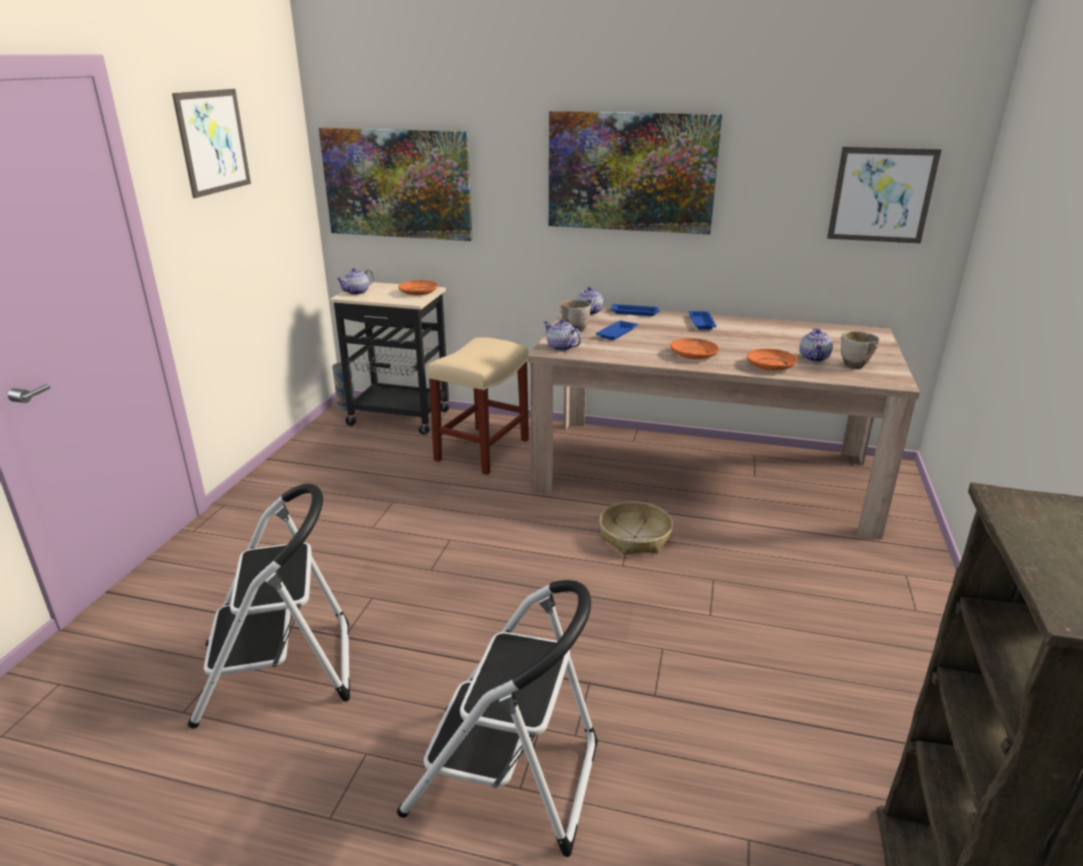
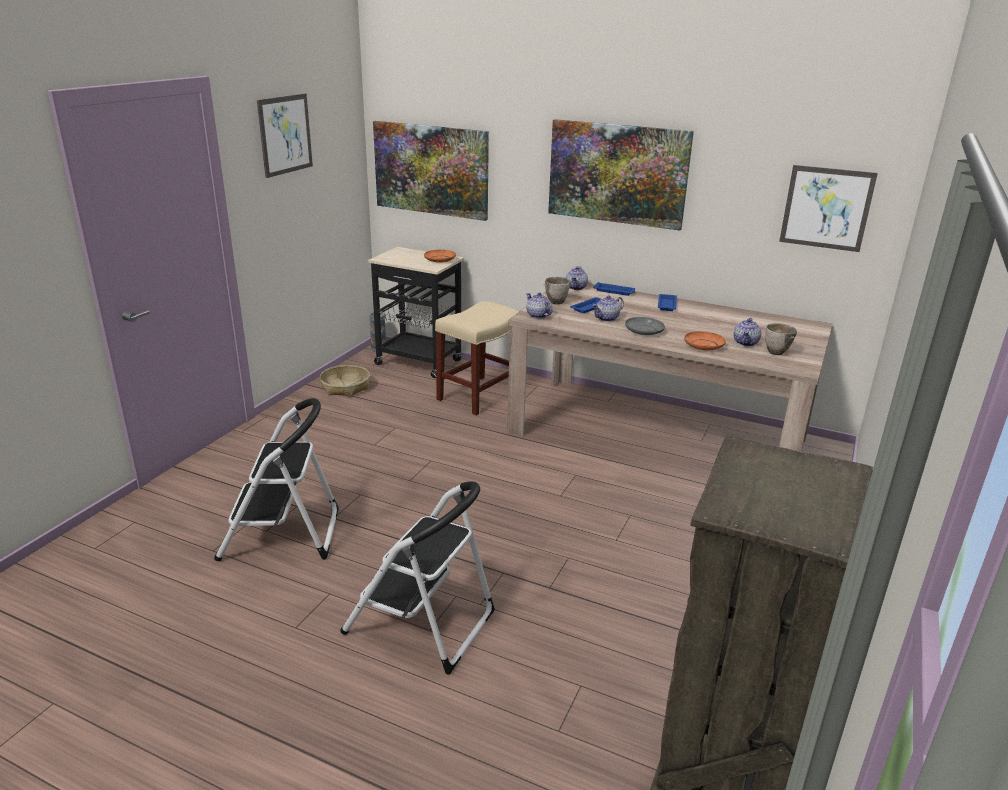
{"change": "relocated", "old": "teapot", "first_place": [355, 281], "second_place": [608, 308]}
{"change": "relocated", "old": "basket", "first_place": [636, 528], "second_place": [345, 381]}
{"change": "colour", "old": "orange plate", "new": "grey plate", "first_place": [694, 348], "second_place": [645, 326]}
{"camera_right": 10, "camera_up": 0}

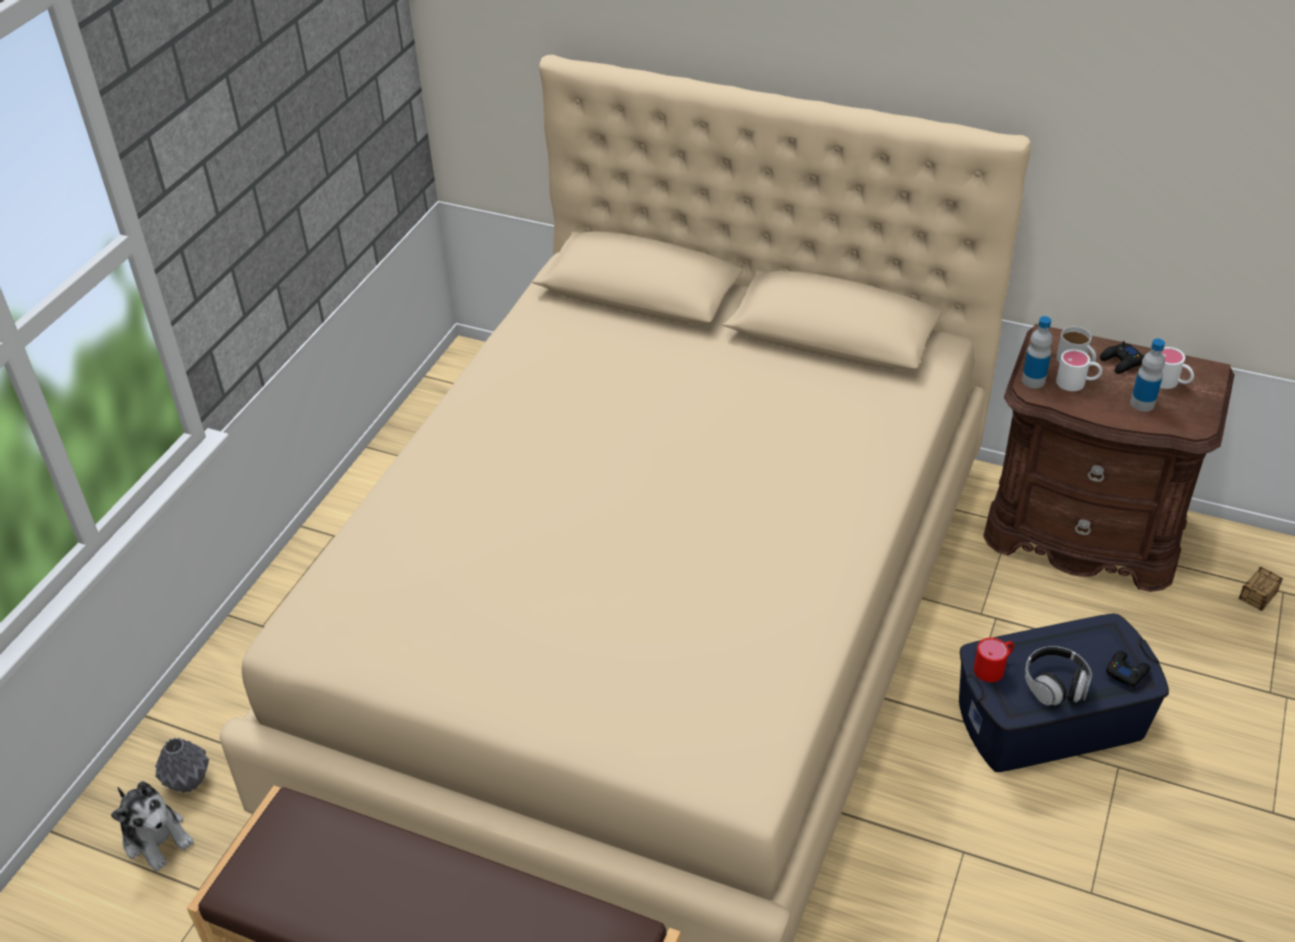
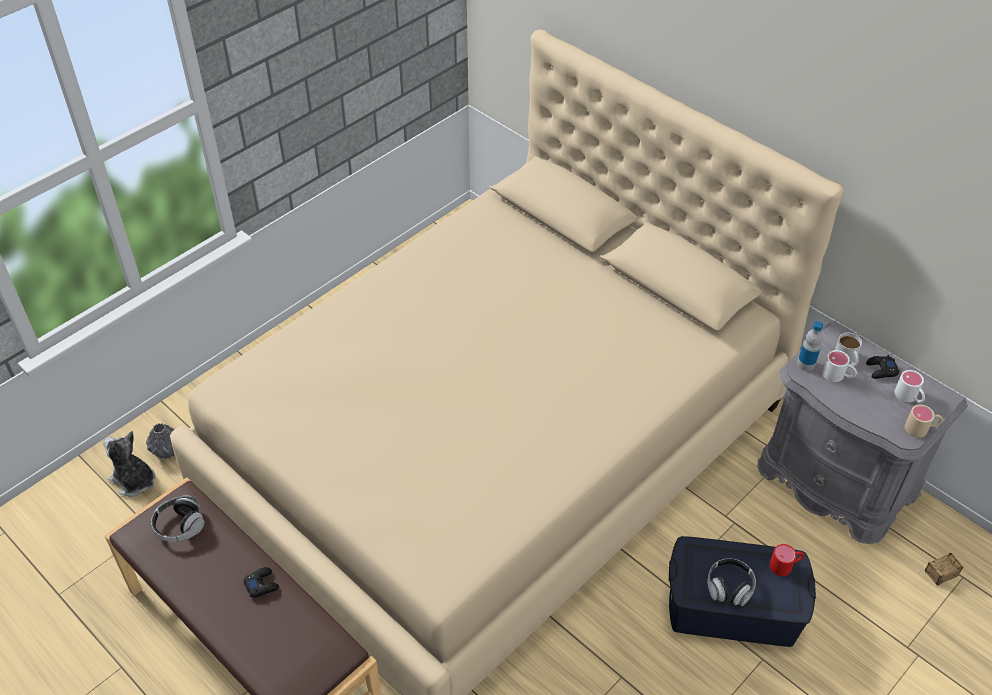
{"change": "spun", "old": "plush toy", "first_place": [152, 826], "second_place": [129, 464], "degrees": 150}
{"change": "relocated", "old": "red mug", "first_place": [993, 660], "second_place": [786, 560]}
{"change": "colour", "old": "brown nightstand", "new": "grey nightstand", "first_place": [1108, 458], "second_place": [863, 432]}
{"change": "relocated", "old": "black game controller", "first_place": [1128, 669], "second_place": [261, 582]}
{"change": "missing", "old": "bottle", "first_place": [1147, 375]}
{"change": "appeared", "new": "headphones", "second_place": [178, 518]}
{"change": "appeared", "new": "beige mug", "second_place": [924, 421]}
{"camera_right": 20, "camera_up": 5}

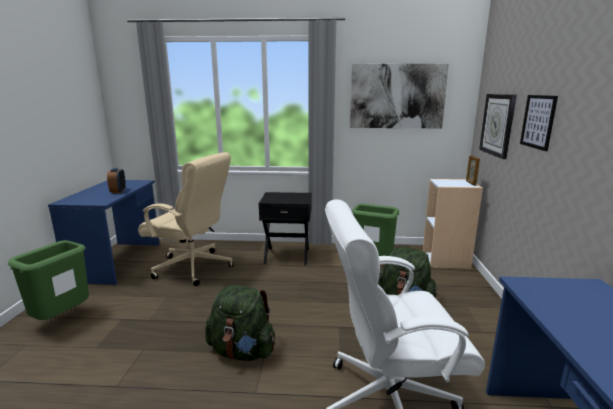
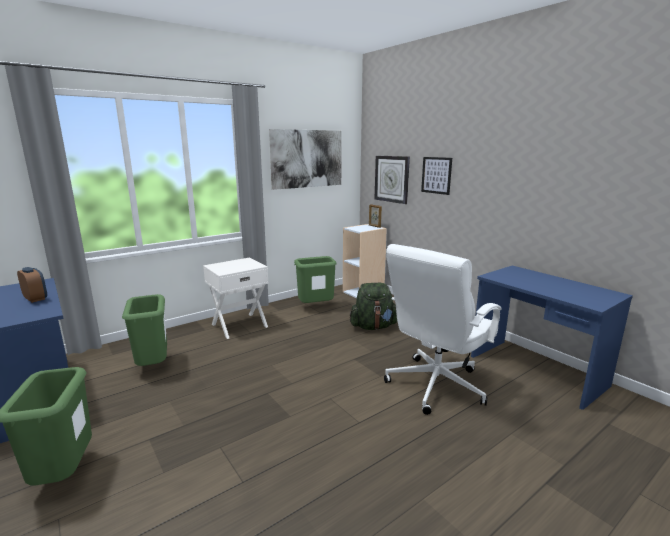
{"change": "exchanged", "old": "beige office chair", "new": "green trash can", "first_place": [186, 219], "second_place": [144, 330]}
{"change": "missing", "old": "green backpack", "first_place": [240, 323]}
{"change": "colour", "old": "black nightstand", "new": "white nightstand", "first_place": [285, 228], "second_place": [236, 298]}
{"camera_right": -40, "camera_up": 0}

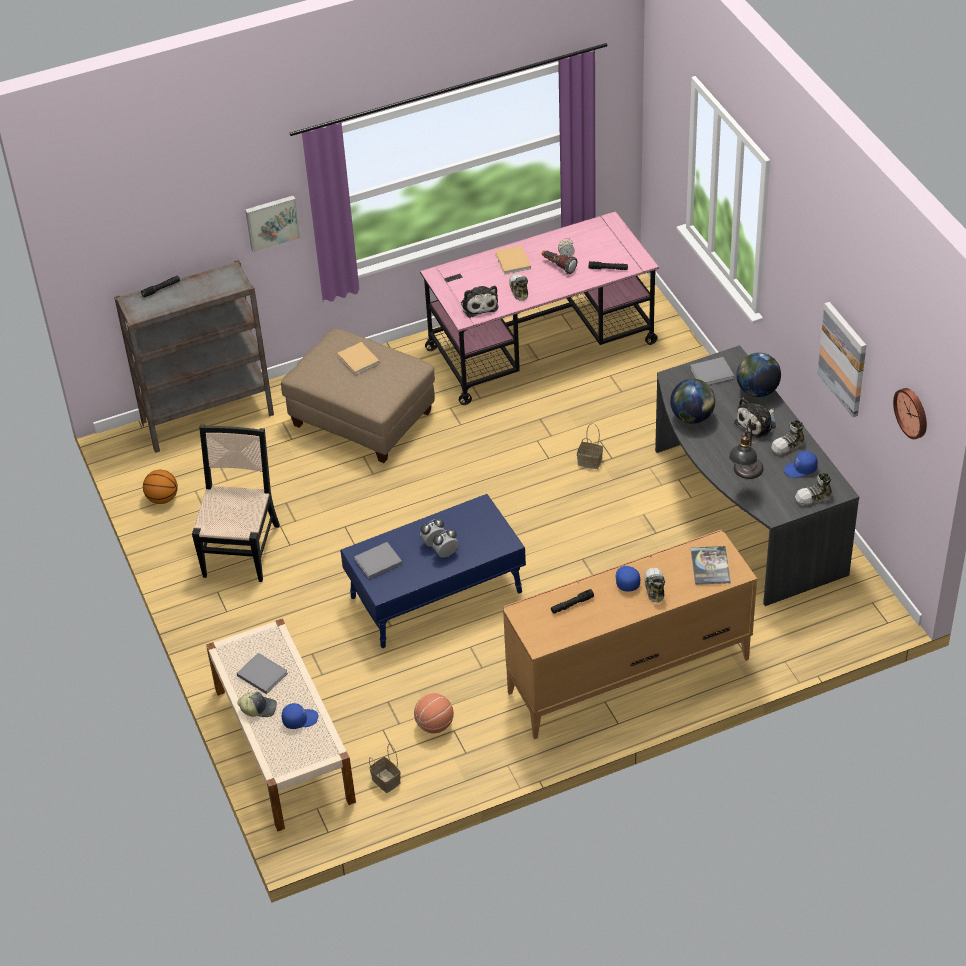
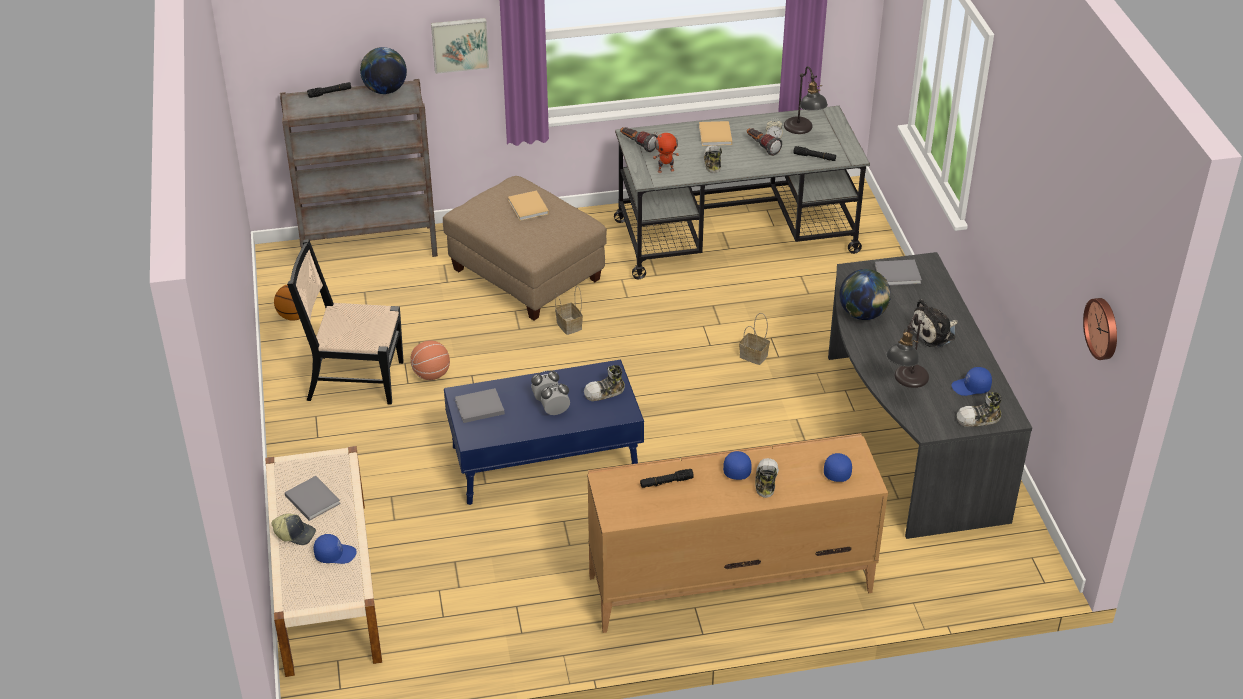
{"change": "spun", "old": "chair", "first_place": [236, 503], "second_place": [345, 322], "degrees": -105}
{"change": "relocated", "old": "basket", "first_place": [385, 768], "second_place": [569, 310]}
{"change": "relocated", "old": "basketball", "first_place": [434, 713], "second_place": [430, 360]}
{"change": "colour", "old": "pink desk", "new": "grey desk", "first_place": [539, 308], "second_place": [742, 192]}
{"change": "exchanged", "old": "plush toy", "new": "toy robot", "first_place": [480, 302], "second_place": [666, 153]}
{"change": "exchanged", "old": "book", "new": "blue cap", "first_place": [711, 565], "second_place": [838, 467]}
{"change": "relocated", "old": "globe", "first_place": [758, 375], "second_place": [383, 70]}
{"change": "relocated", "old": "shoe", "first_place": [787, 438], "second_place": [604, 383]}
{"change": "missing", "old": "picture", "first_place": [841, 359]}
{"change": "appeared", "new": "flashlight", "second_place": [639, 139]}
{"change": "appeared", "new": "grey table lamp", "second_place": [806, 100]}
{"camera_right": 10, "camera_up": -5}

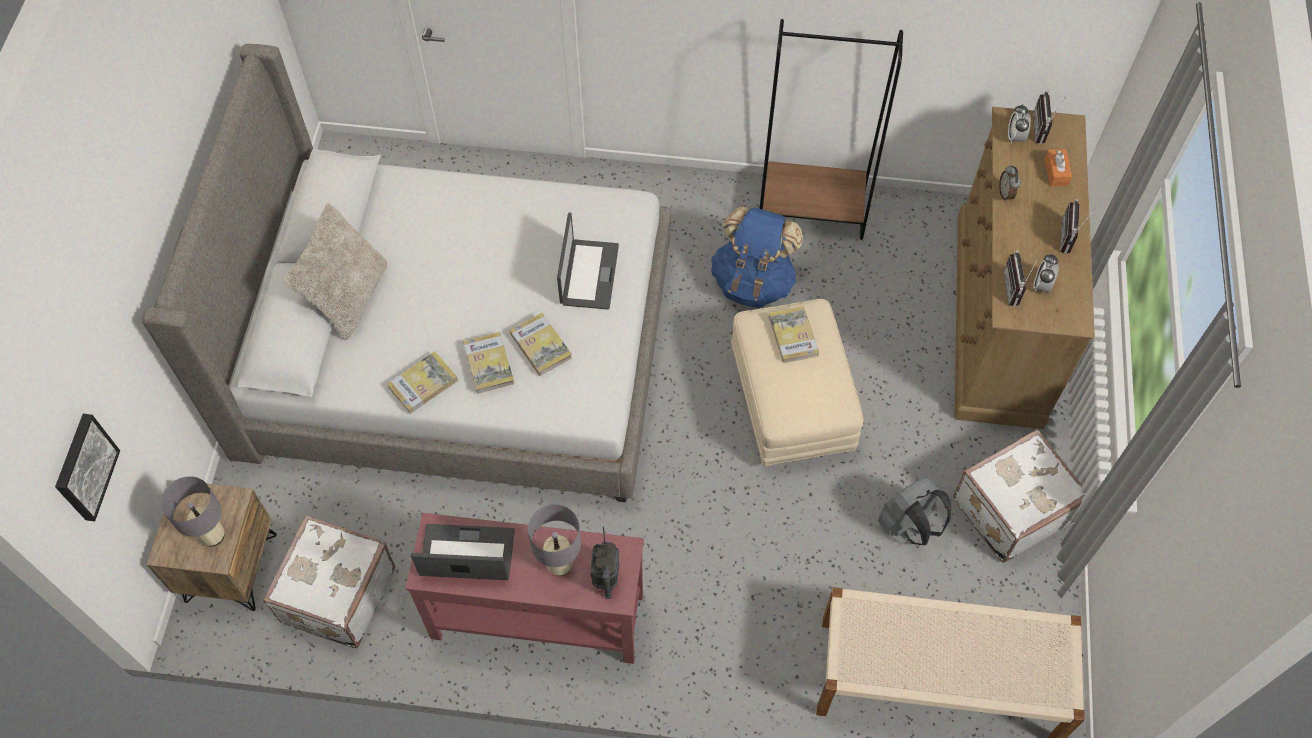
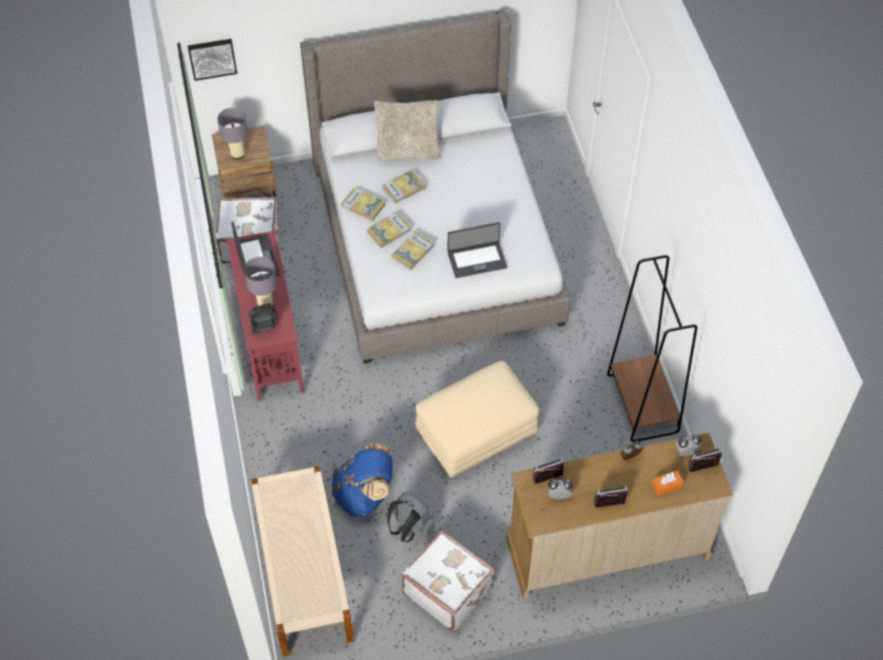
{"change": "relocated", "old": "blue backpack", "first_place": [757, 257], "second_place": [362, 480]}
{"change": "relocated", "old": "book", "first_place": [793, 334], "second_place": [404, 187]}
{"camera_right": 70, "camera_up": -5}

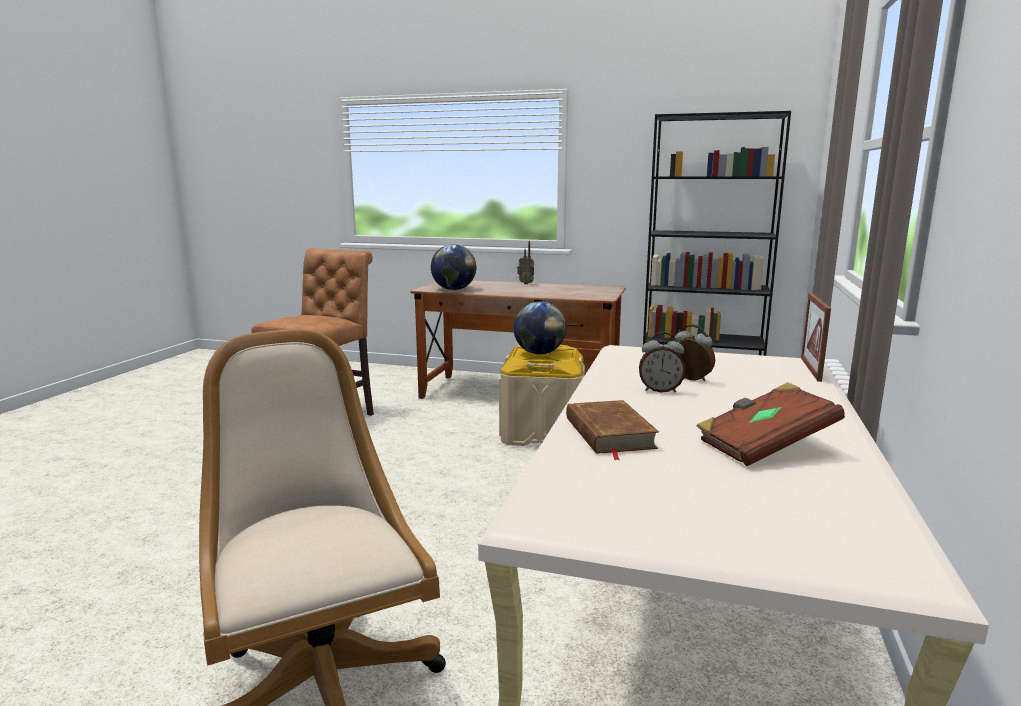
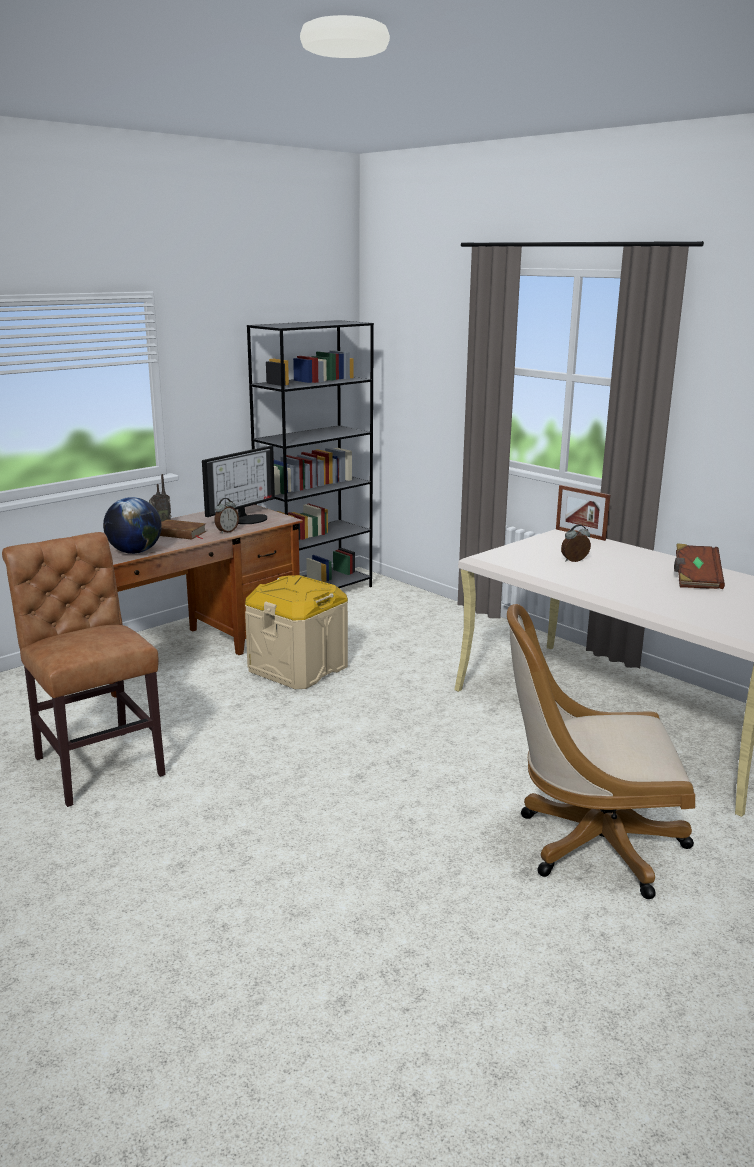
{"change": "missing", "old": "globe", "first_place": [539, 328]}
{"change": "relocated", "old": "brown book", "first_place": [612, 430], "second_place": [183, 529]}
{"change": "relocated", "old": "alarm clock", "first_place": [662, 362], "second_place": [227, 516]}
{"change": "appeared", "new": "monitor", "second_place": [238, 485]}
{"camera_right": -60, "camera_up": 5}

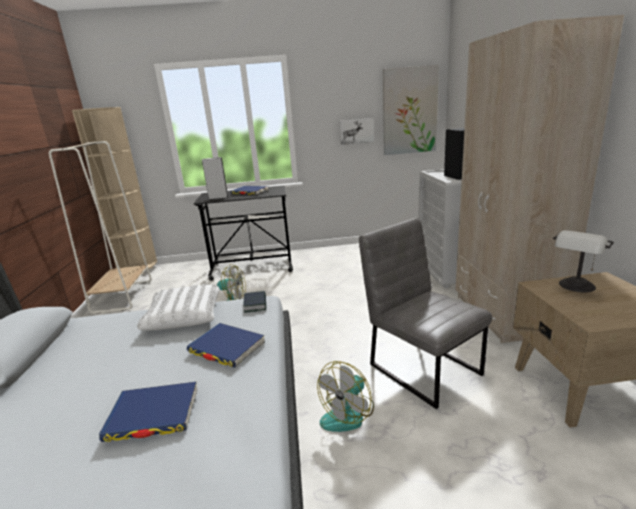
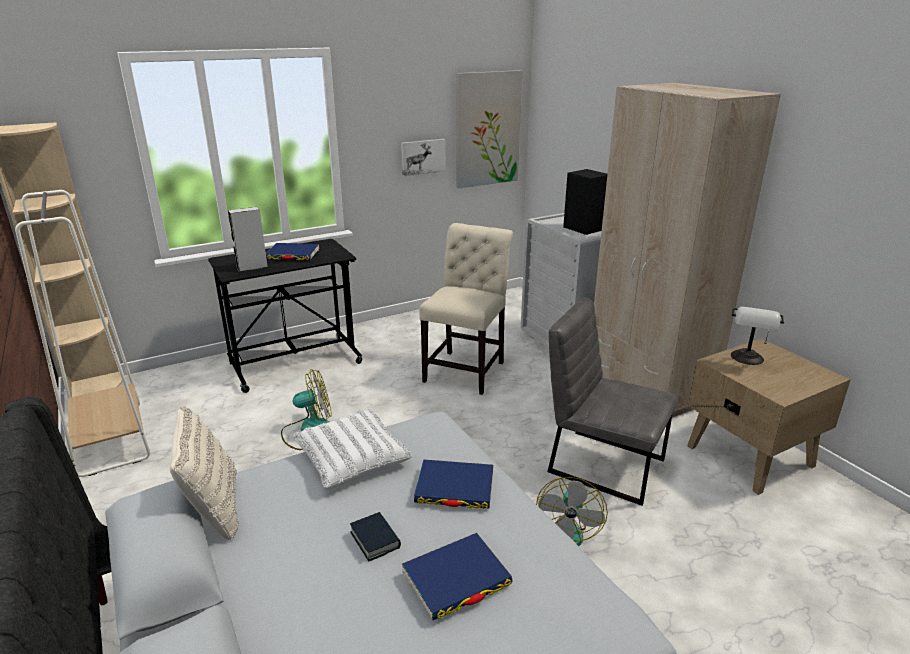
{"change": "relocated", "old": "book", "first_place": [254, 302], "second_place": [375, 537]}
{"change": "appeared", "new": "beige pillow", "second_place": [204, 473]}
{"change": "appeared", "new": "beige chair", "second_place": [466, 309]}
{"camera_right": -25, "camera_up": 5}

